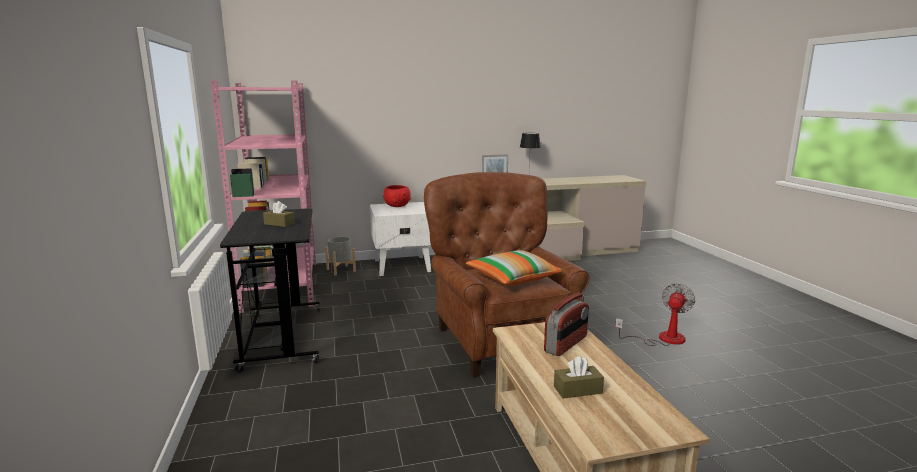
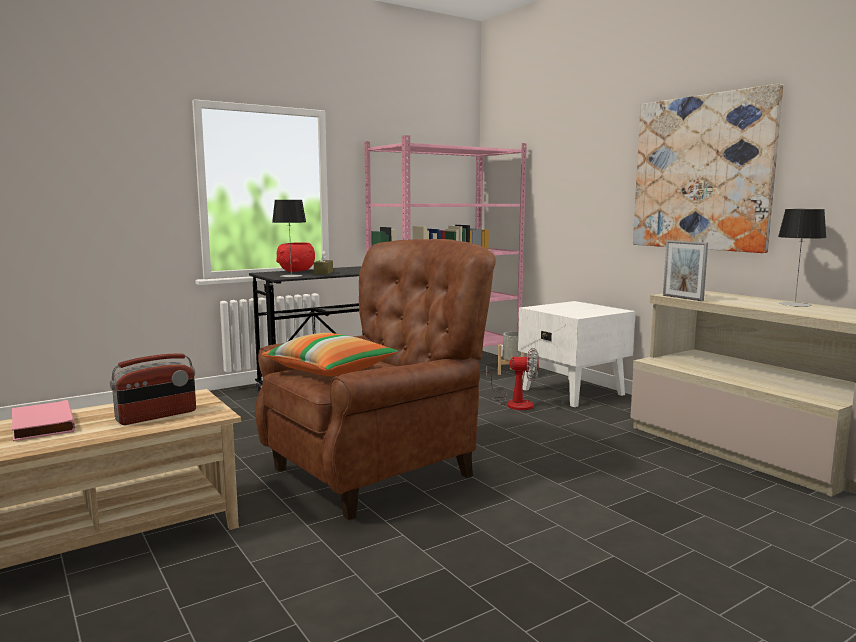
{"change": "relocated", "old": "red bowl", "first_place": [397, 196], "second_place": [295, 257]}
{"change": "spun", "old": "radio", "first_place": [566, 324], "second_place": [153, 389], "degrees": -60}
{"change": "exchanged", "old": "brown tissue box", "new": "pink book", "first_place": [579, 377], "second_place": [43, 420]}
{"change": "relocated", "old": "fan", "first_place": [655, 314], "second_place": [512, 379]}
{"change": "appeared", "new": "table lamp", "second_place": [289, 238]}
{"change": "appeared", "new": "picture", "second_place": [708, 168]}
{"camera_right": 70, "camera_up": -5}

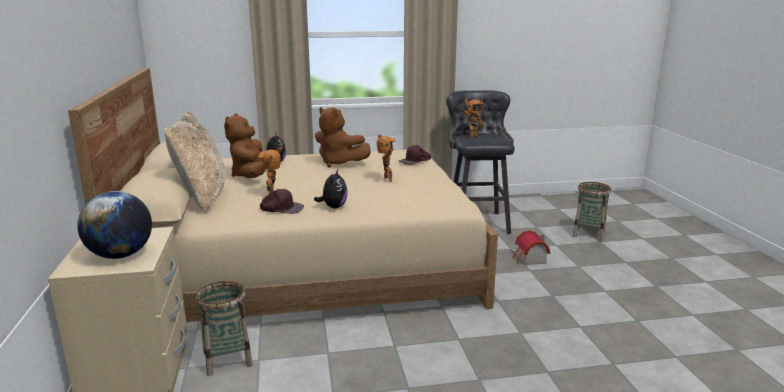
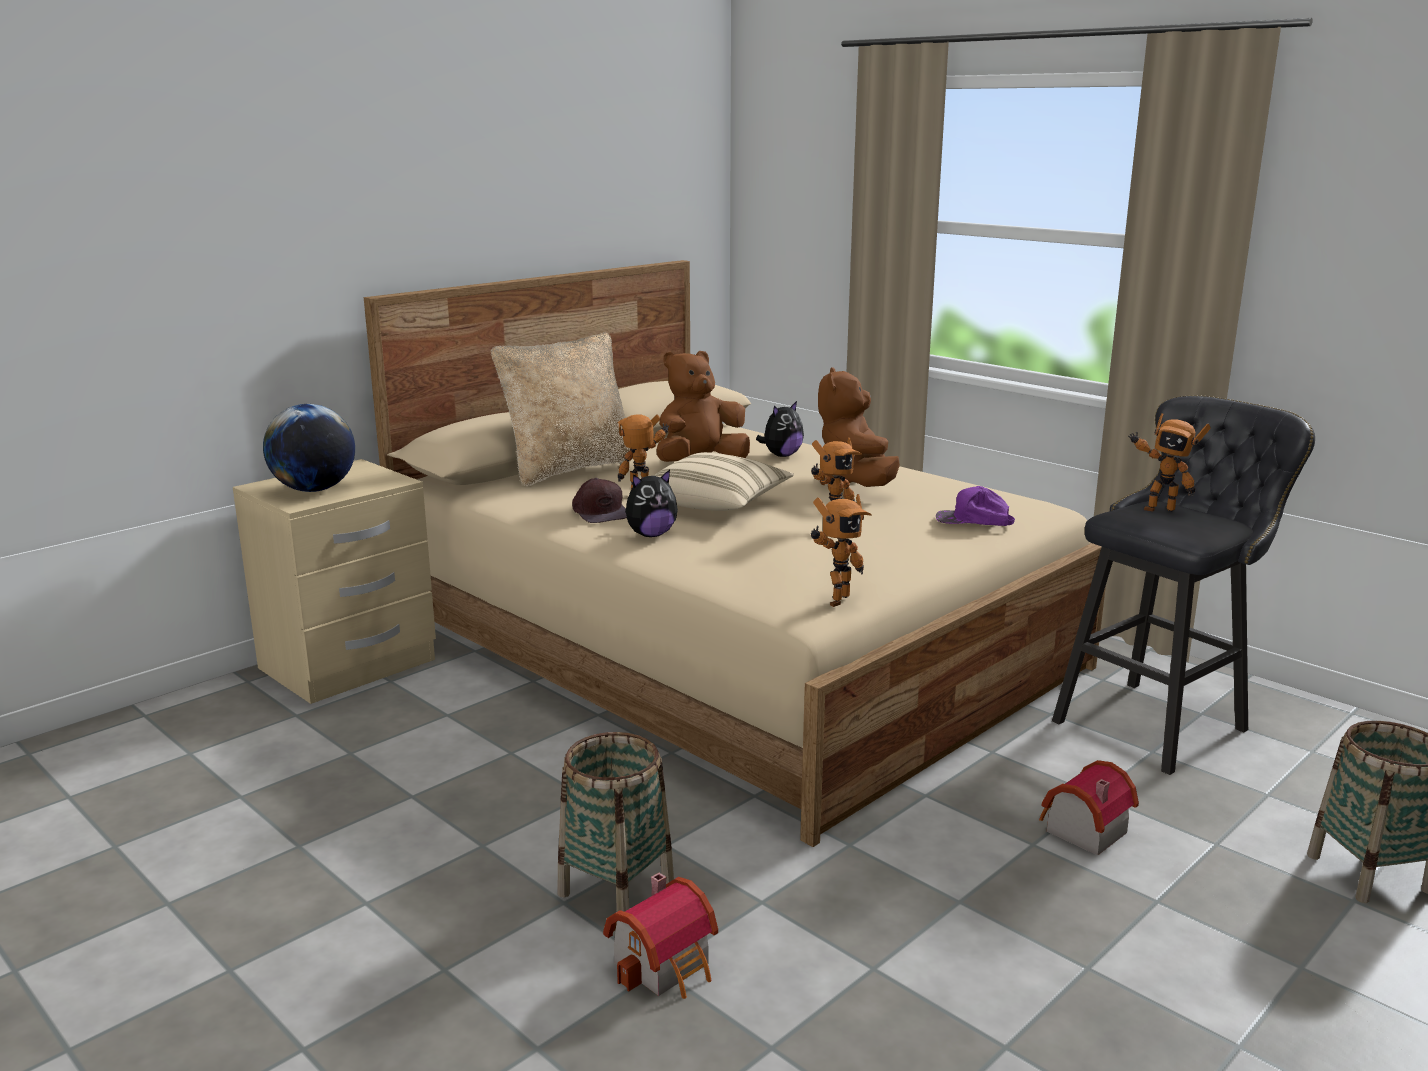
{"change": "relocated", "old": "basket", "first_place": [224, 328], "second_place": [615, 822]}
{"change": "colour", "old": "brown cap", "new": "purple cap", "first_place": [414, 155], "second_place": [975, 506]}
{"change": "appeared", "new": "toy house", "second_place": [660, 936]}
{"change": "appeared", "new": "beige pillow", "second_place": [723, 481]}
{"change": "appeared", "new": "toy robot", "second_place": [841, 550]}
{"camera_right": 55, "camera_up": 0}

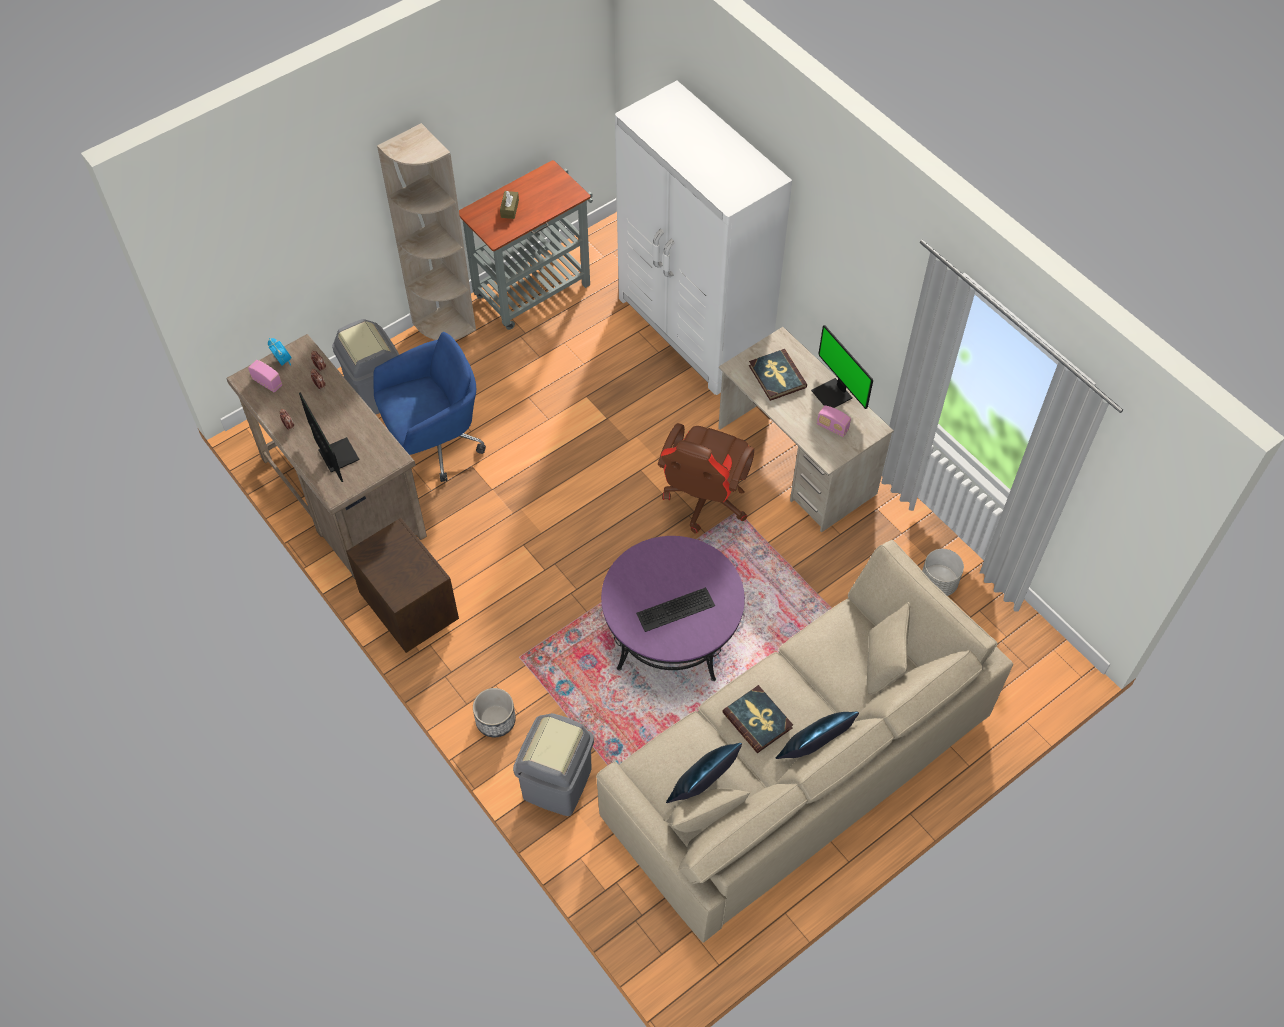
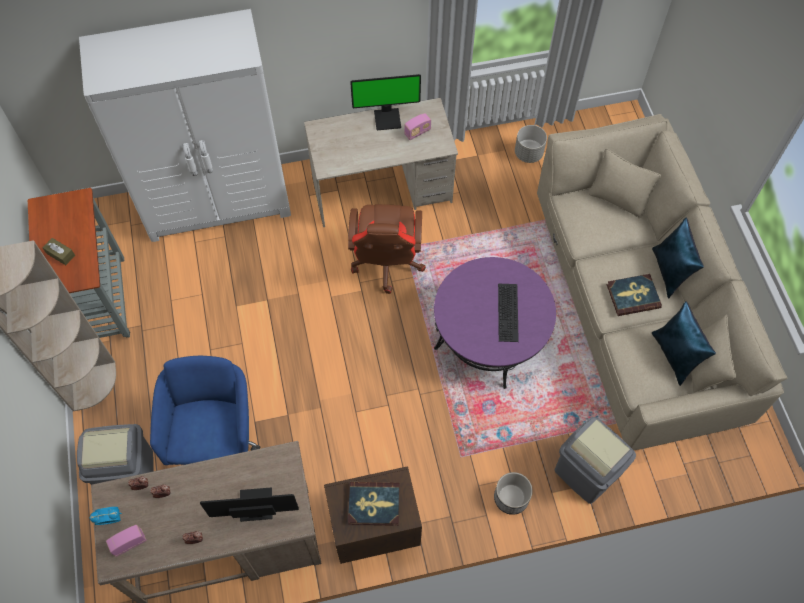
{"change": "spun", "old": "brown office chair", "first_place": [706, 478], "second_place": [387, 249], "degrees": 45}
{"change": "relocated", "old": "book", "first_place": [778, 375], "second_place": [374, 504]}
{"camera_right": -65, "camera_up": 5}

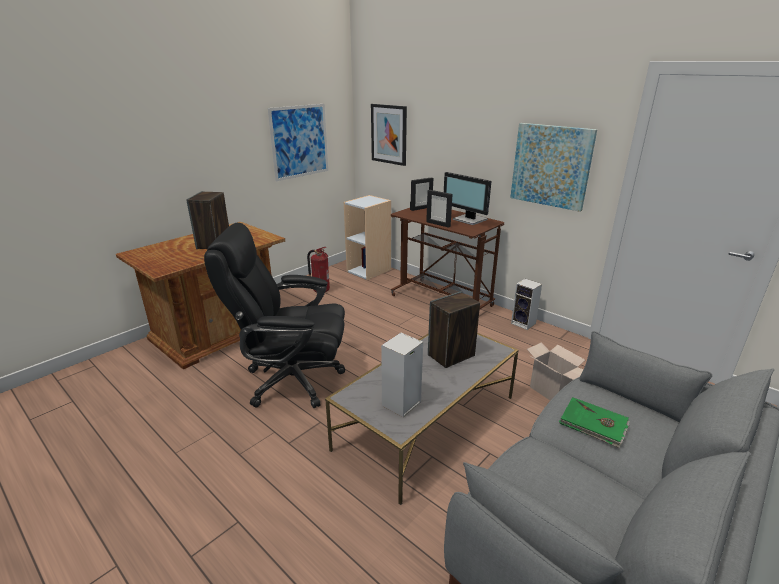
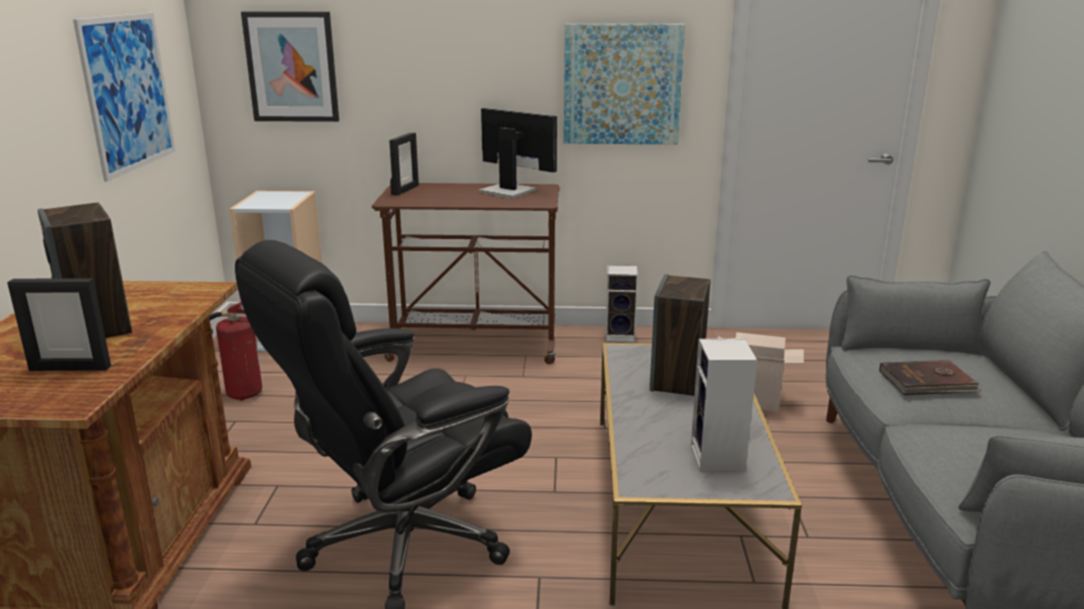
{"change": "relocated", "old": "picture frame", "first_place": [439, 209], "second_place": [59, 324]}
{"change": "spun", "old": "monitor", "first_place": [467, 198], "second_place": [518, 153], "degrees": -150}
{"change": "colour", "old": "green book", "new": "brown book", "first_place": [594, 422], "second_place": [930, 377]}
{"camera_right": -40, "camera_up": -5}

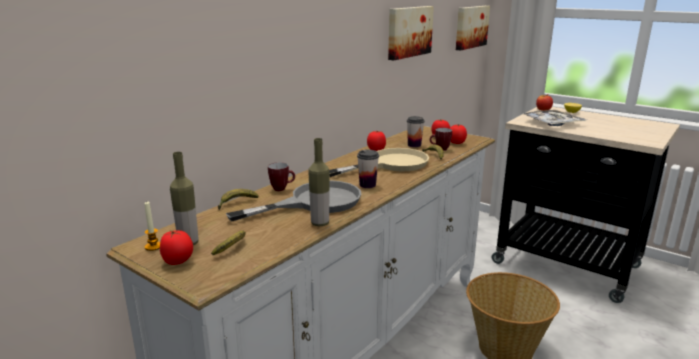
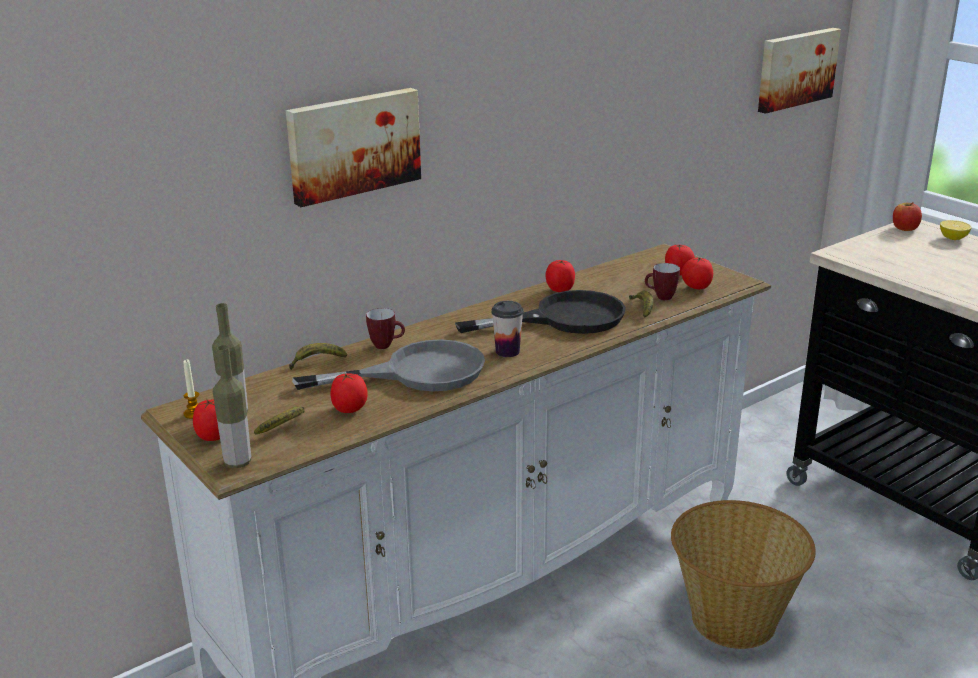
{"change": "relocated", "old": "bottle", "first_place": [319, 182], "second_place": [232, 406]}
{"change": "colour", "old": "beige frying pan", "new": "black frying pan", "first_place": [379, 162], "second_place": [540, 312]}
{"change": "relocated", "old": "picture", "first_place": [411, 33], "second_place": [353, 147]}
{"change": "missing", "old": "cup", "first_place": [416, 131]}
{"change": "missing", "old": "tray", "first_place": [555, 118]}
{"change": "appeared", "new": "tomato", "second_place": [349, 393]}
{"camera_right": 15, "camera_up": 5}

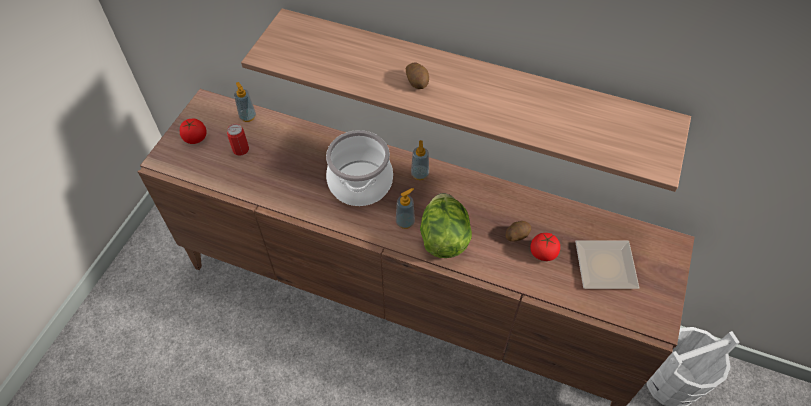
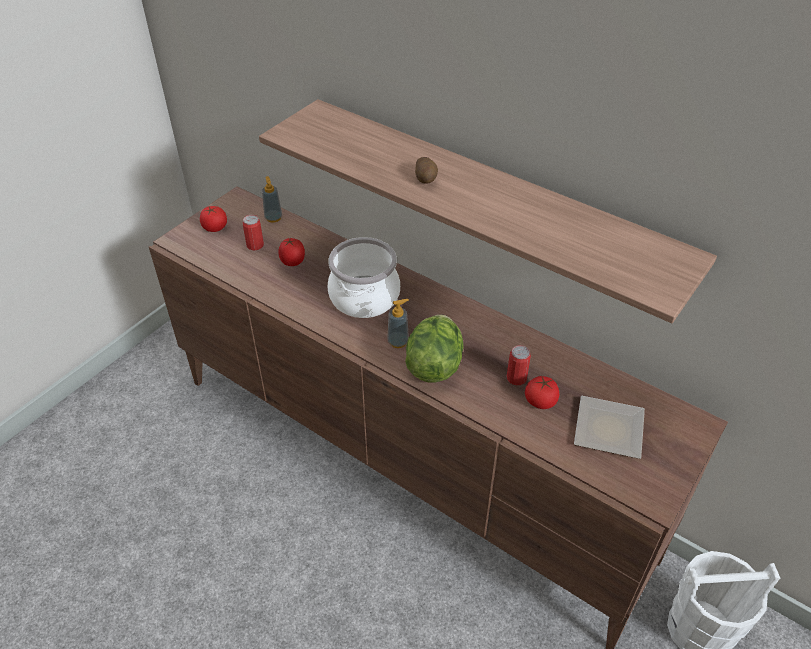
{"change": "missing", "old": "soap dispenser", "first_place": [420, 160]}
{"change": "exchanged", "old": "potato", "new": "can", "first_place": [518, 231], "second_place": [519, 365]}
{"change": "appeared", "new": "tomato", "second_place": [291, 252]}
{"camera_right": 15, "camera_up": -10}

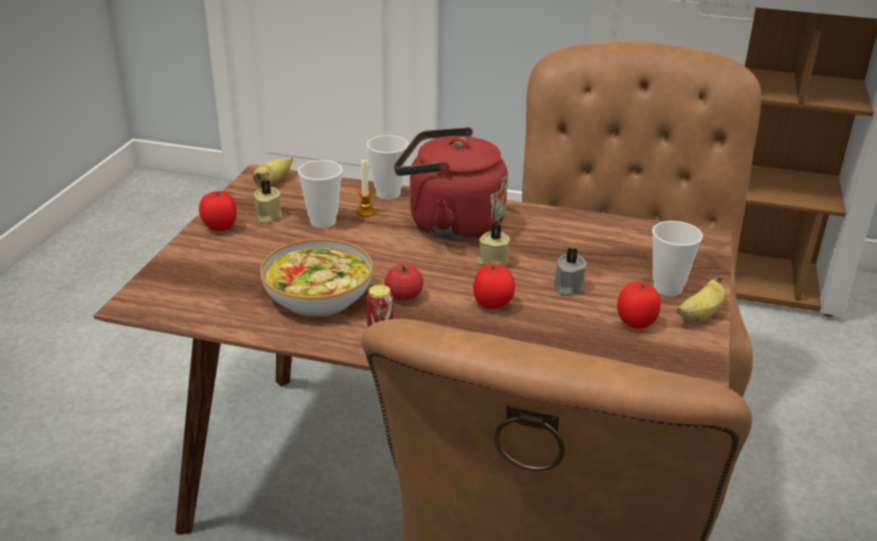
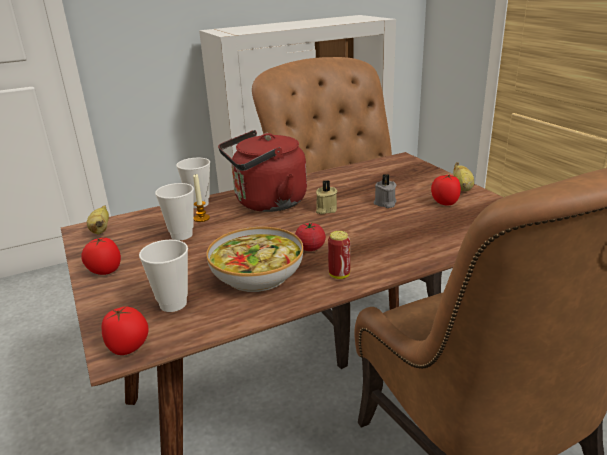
{"change": "missing", "old": "beige candle", "first_place": [268, 202]}
{"change": "relocated", "old": "tomato", "first_place": [494, 286], "second_place": [125, 330]}
{"change": "relocated", "old": "cup", "first_place": [677, 258], "second_place": [163, 276]}
{"camera_right": -40, "camera_up": -5}

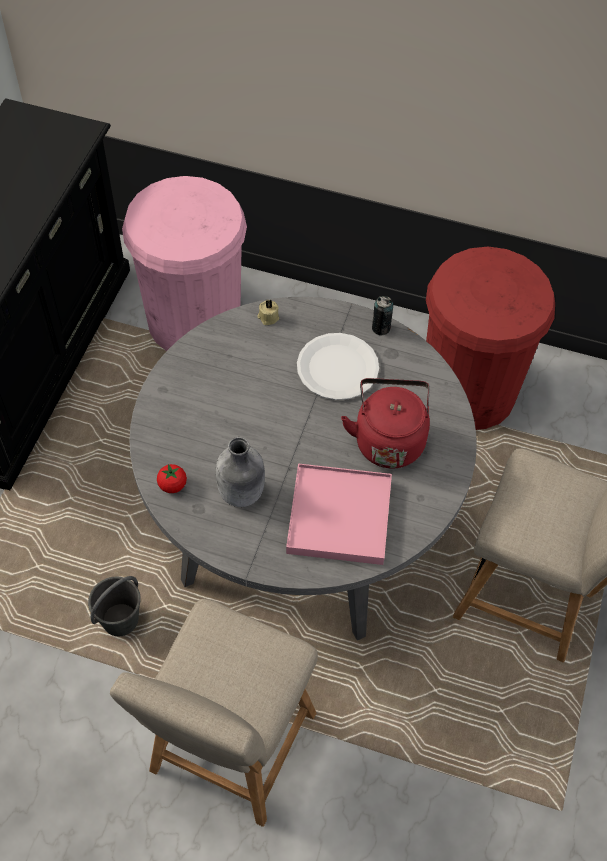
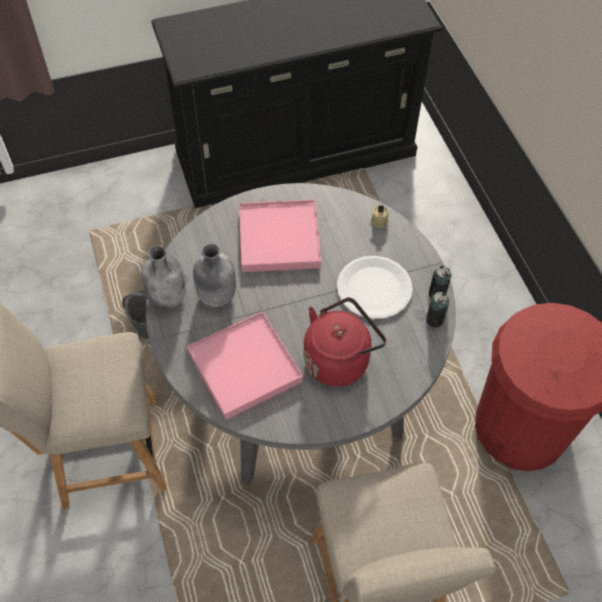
{"change": "missing", "old": "pink trash can", "first_place": [184, 263]}
{"change": "missing", "old": "tomato", "first_place": [172, 478]}
{"change": "appeared", "new": "grey bottle", "second_place": [163, 277]}
{"change": "appeared", "new": "pink tray", "second_place": [280, 235]}
{"change": "appeared", "new": "can", "second_place": [437, 309]}
{"camera_right": 55, "camera_up": 0}

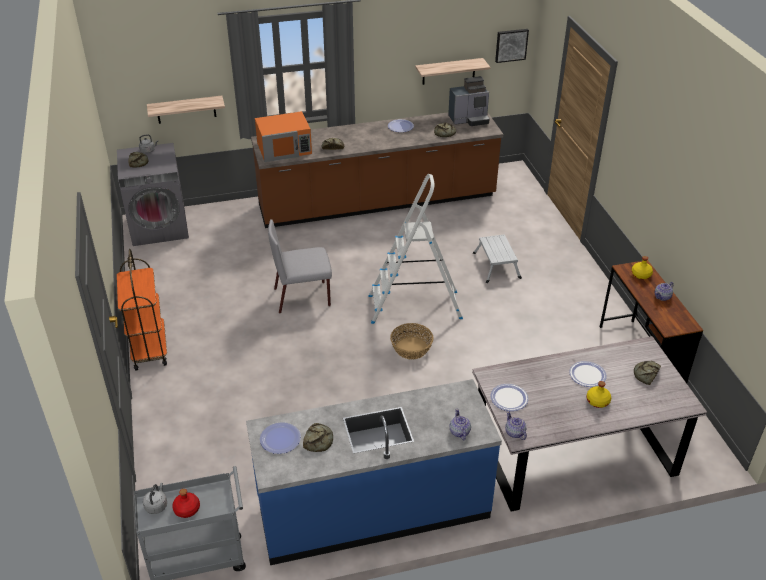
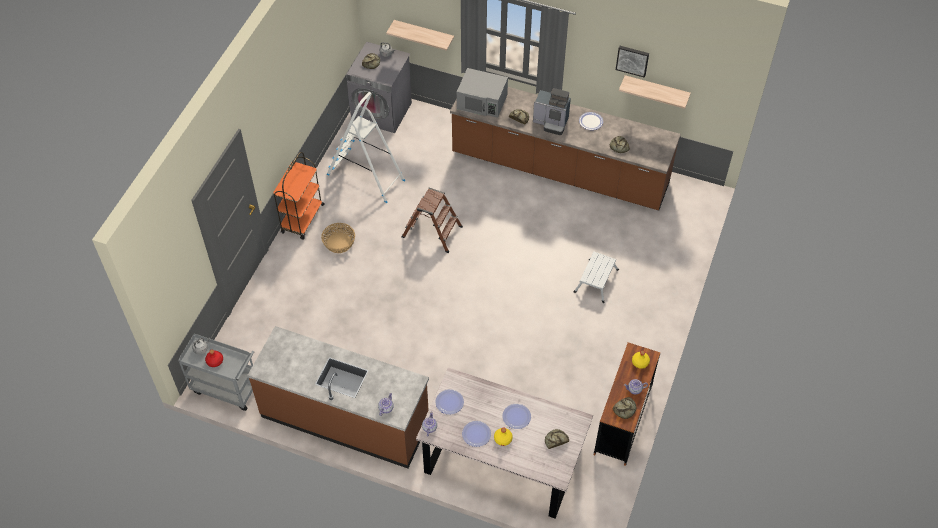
{"change": "colour", "old": "blue counter", "new": "brown counter", "first_place": [374, 472], "second_place": [338, 397]}
{"change": "colour", "old": "orange microwave", "new": "grey microwave", "first_place": [283, 136], "second_place": [482, 93]}
{"change": "relocated", "old": "plate", "first_place": [280, 438], "second_place": [476, 434]}
{"change": "exchanged", "old": "grey chair", "new": "brown step ladder", "first_place": [300, 266], "second_place": [432, 220]}
{"change": "relocated", "old": "bread", "first_place": [318, 437], "second_place": [625, 408]}
{"change": "relocated", "old": "white step ladder", "first_place": [416, 249], "second_place": [366, 147]}
{"change": "relocated", "old": "basket", "first_place": [411, 341], "second_place": [338, 238]}
{"change": "relocated", "old": "coffee machine", "first_place": [469, 101], "second_place": [552, 111]}
{"change": "relocated", "old": "picture", "first_place": [512, 46], "second_place": [632, 62]}
{"camera_right": 35, "camera_up": 15}

